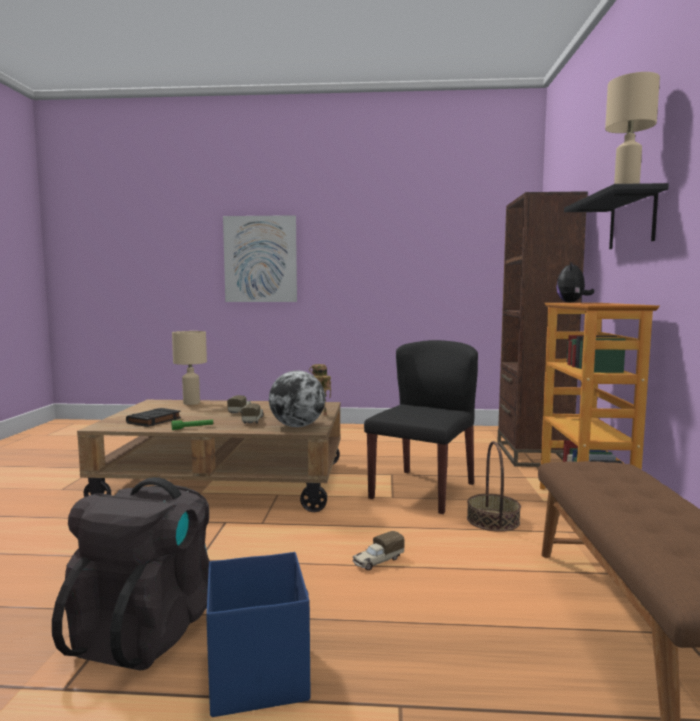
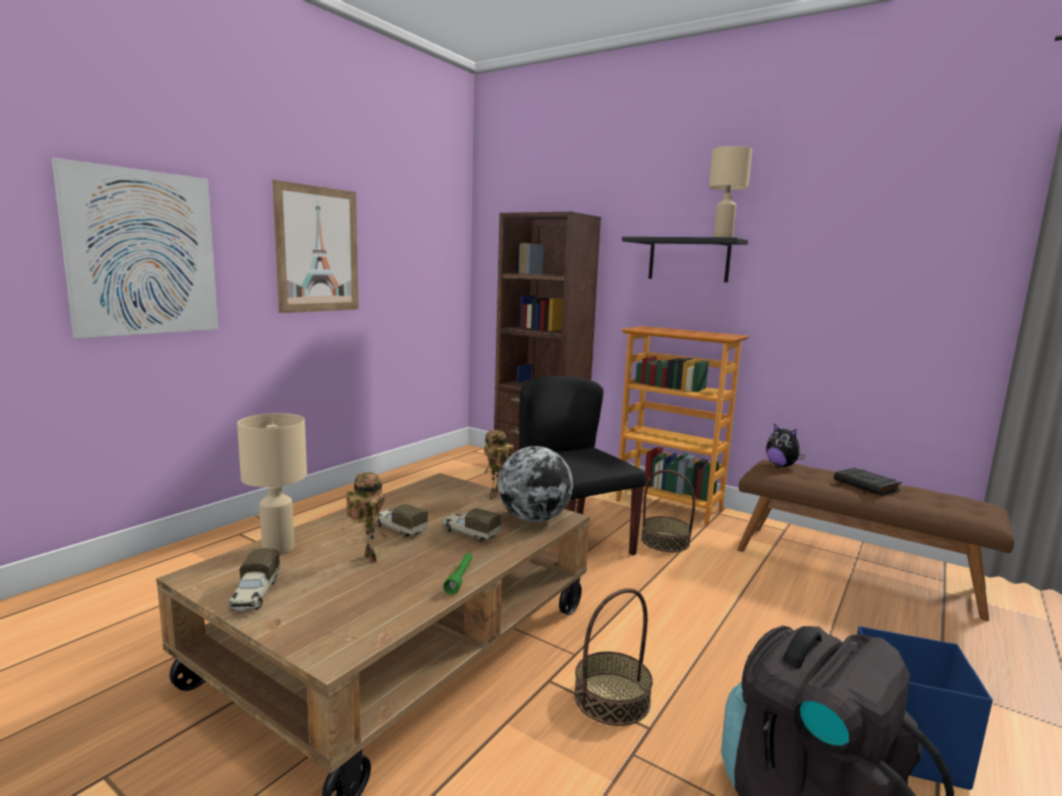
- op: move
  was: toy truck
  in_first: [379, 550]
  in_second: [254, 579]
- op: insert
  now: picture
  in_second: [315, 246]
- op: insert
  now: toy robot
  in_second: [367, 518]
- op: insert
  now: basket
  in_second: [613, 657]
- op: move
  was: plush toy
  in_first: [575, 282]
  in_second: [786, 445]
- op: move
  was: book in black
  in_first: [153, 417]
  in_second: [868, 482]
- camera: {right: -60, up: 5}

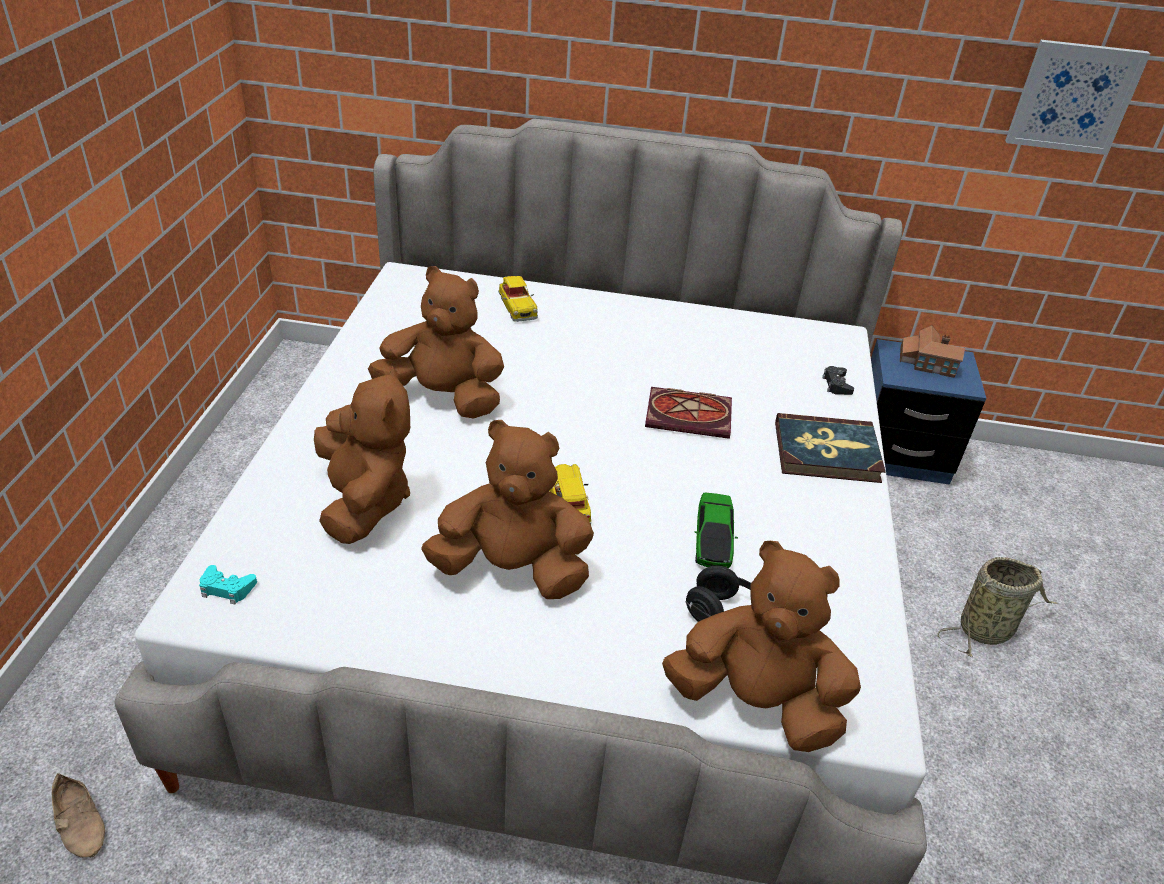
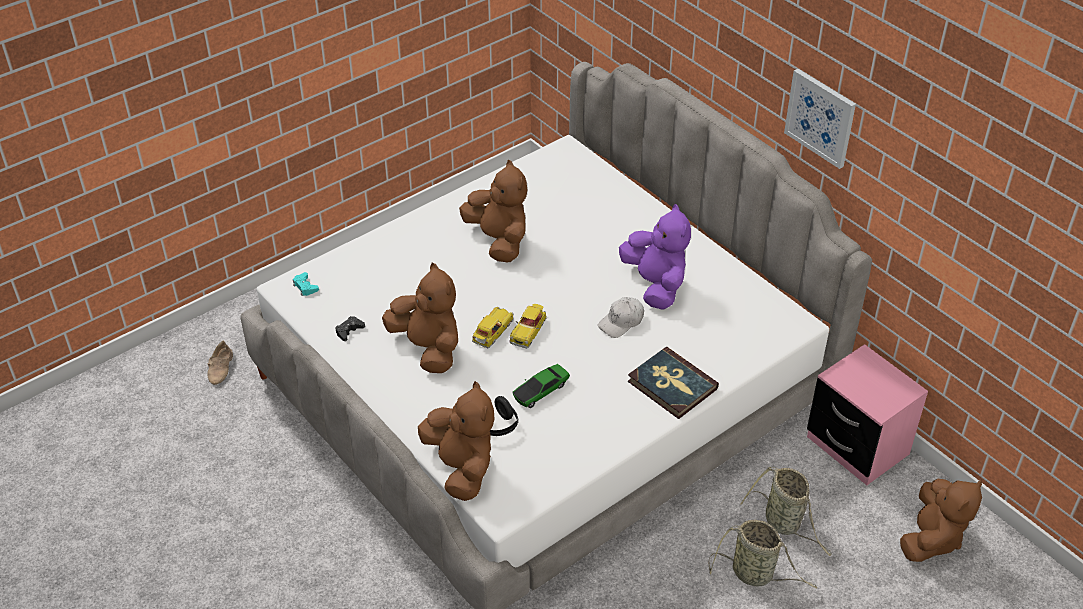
- op: move
  was: game controller in black
  in_first: [838, 380]
  in_second: [350, 328]
- op: move
  was: toy car
  in_first: [518, 299]
  in_second: [528, 326]
- op: replace
  was: book
  now: cap in white
  in_first: [688, 413]
  in_second: [621, 317]
- op: insert
  now: plush toy in purple
  in_second: [655, 256]
- op: insert
  now: basket
  in_second: [786, 511]
- op: move
  was: picture
  in_first: [1077, 97]
  in_second: [820, 119]
- op: recolor
  was: nightstand in blue
  now: nightstand in pink
  in_first: [928, 412]
  in_second: [867, 414]
- op: move
  was: plush toy in brown
  in_first: [362, 455]
  in_second: [941, 520]
- op: delete
  was: toy house
  in_first: [932, 351]
- camera: {right: 45, up: 5}

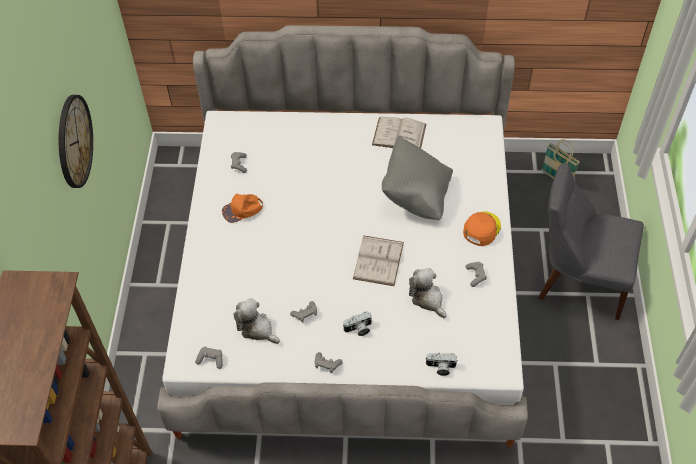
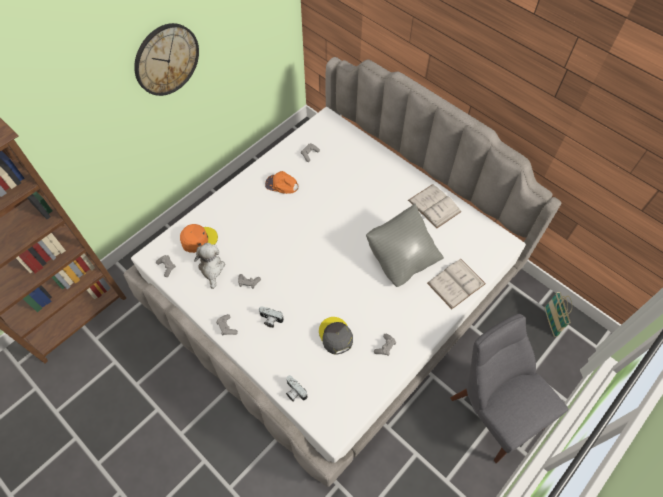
- op: move
  was: cap in orange
  in_first: [482, 229]
  in_second: [199, 238]
- op: replace
  was: plush toy
  now: cap in grey
  in_first: [428, 293]
  in_second: [336, 336]
- op: move
  was: book in white
  in_first: [378, 260]
  in_second: [456, 284]
- camera: {right: 40, up: 5}

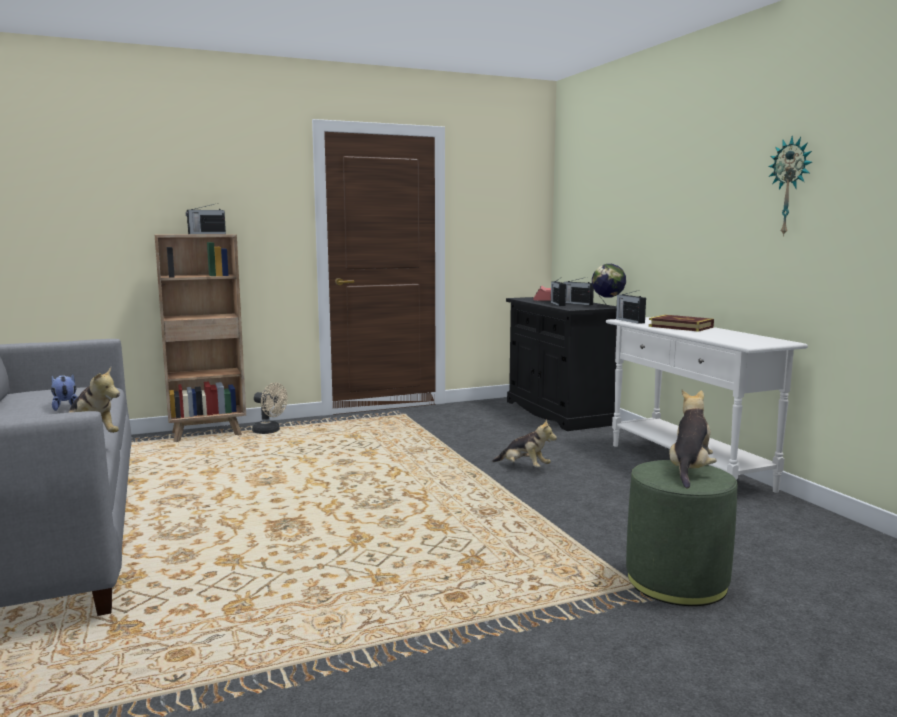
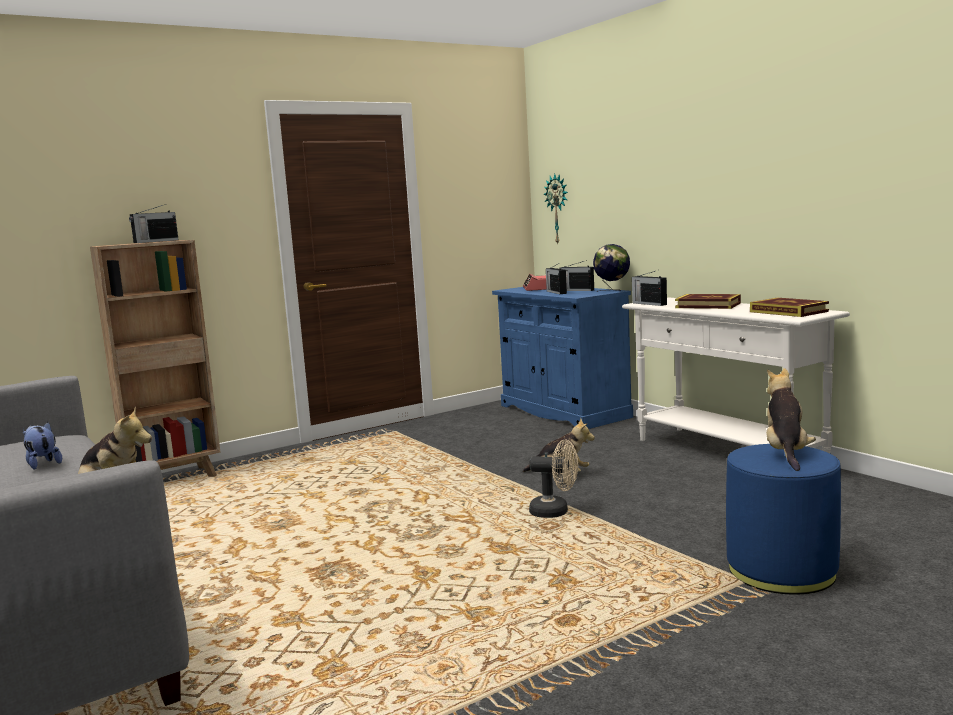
- op: recolor
  was: cabinet in black
  now: cabinet in blue
  in_first: [561, 364]
  in_second: [562, 358]
- op: move
  was: fan in beige
  in_first: [270, 408]
  in_second: [553, 479]
- op: move
  was: wall clock
  in_first: [790, 186]
  in_second: [556, 209]
- op: recolor
  was: ottoman in green
  now: ottoman in blue
  in_first: [681, 533]
  in_second: [783, 519]
- op: insert
  now: book
  in_second: [789, 307]
- camera: {right: -10, up: 0}

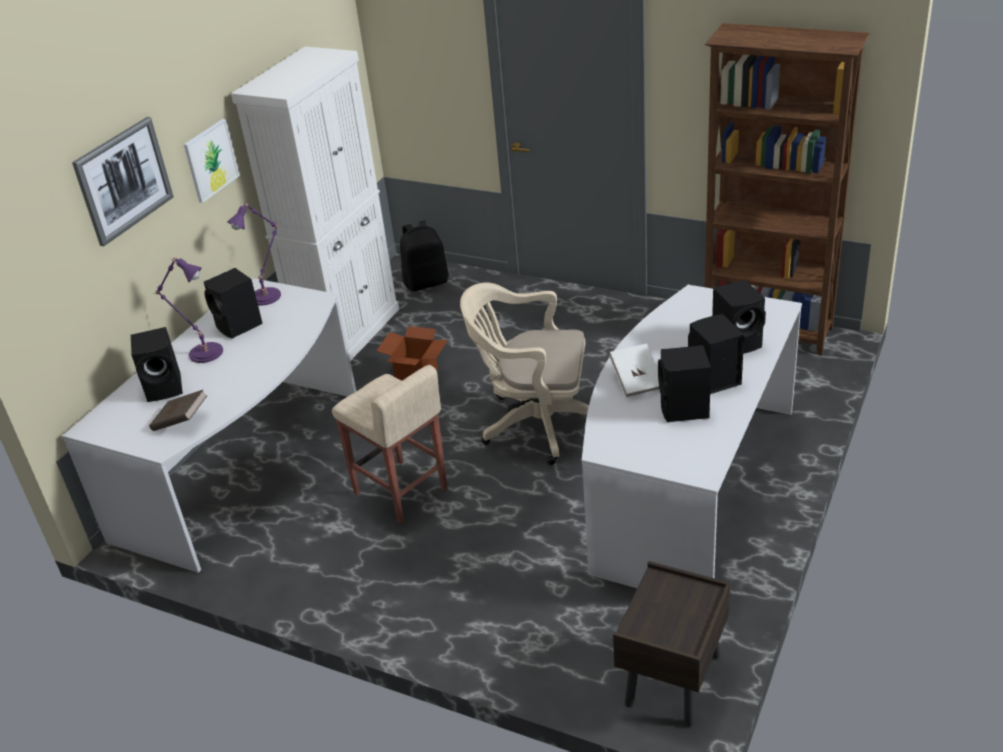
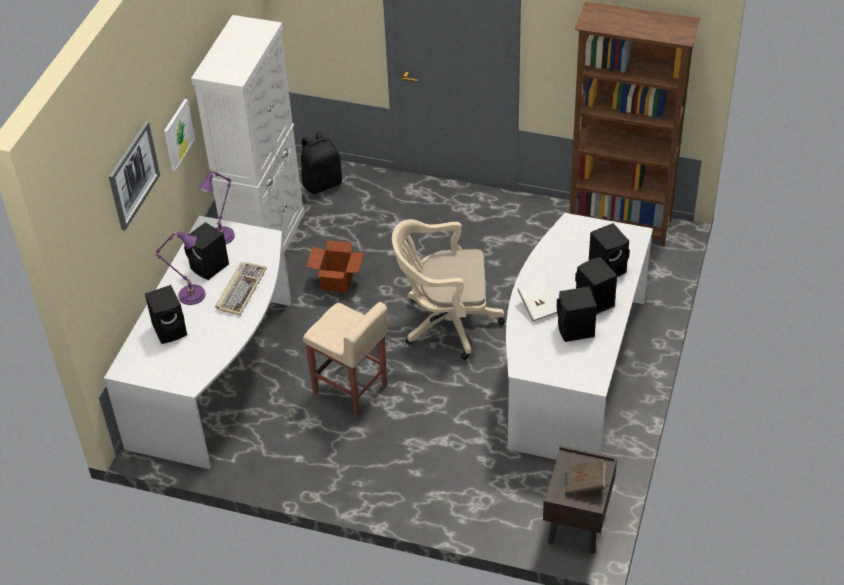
- op: insert
  now: keyboard
  in_second: [241, 288]
- op: move
  was: book in brown
  in_first: [178, 410]
  in_second: [585, 477]
- camera: {right: -10, up: 10}

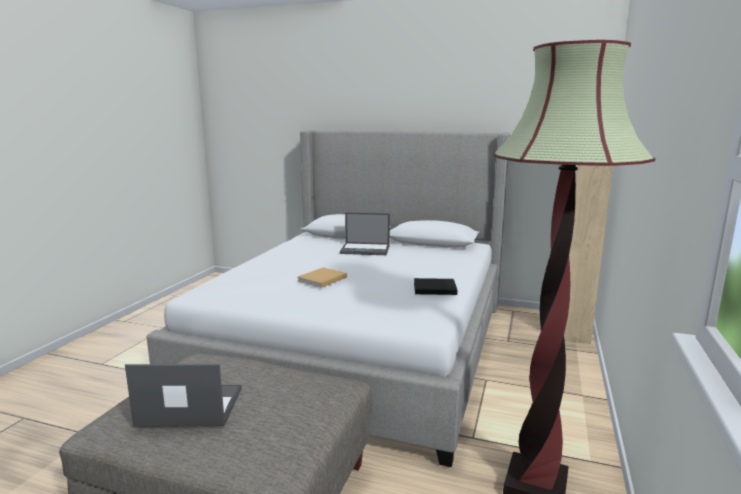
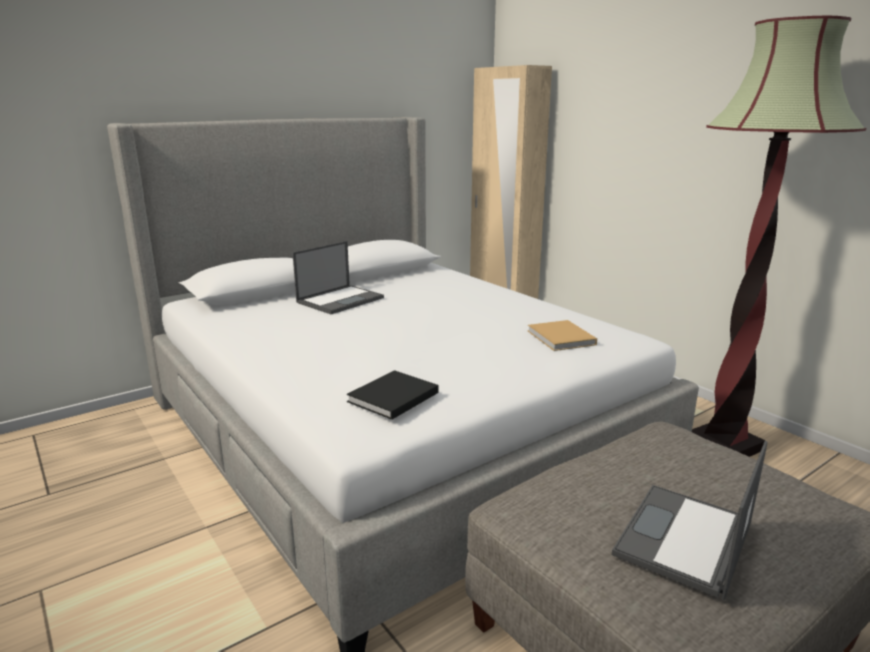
- op: move
  was: book in black
  in_first: [436, 286]
  in_second: [392, 395]
- op: move
  was: book in beige
  in_first: [322, 277]
  in_second: [562, 335]
- camera: {right: -55, up: 5}

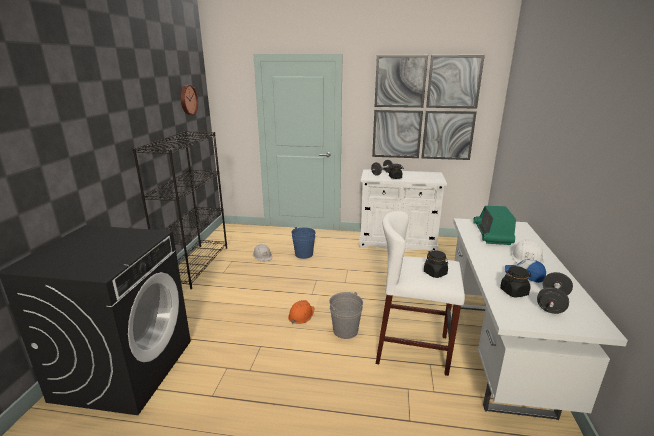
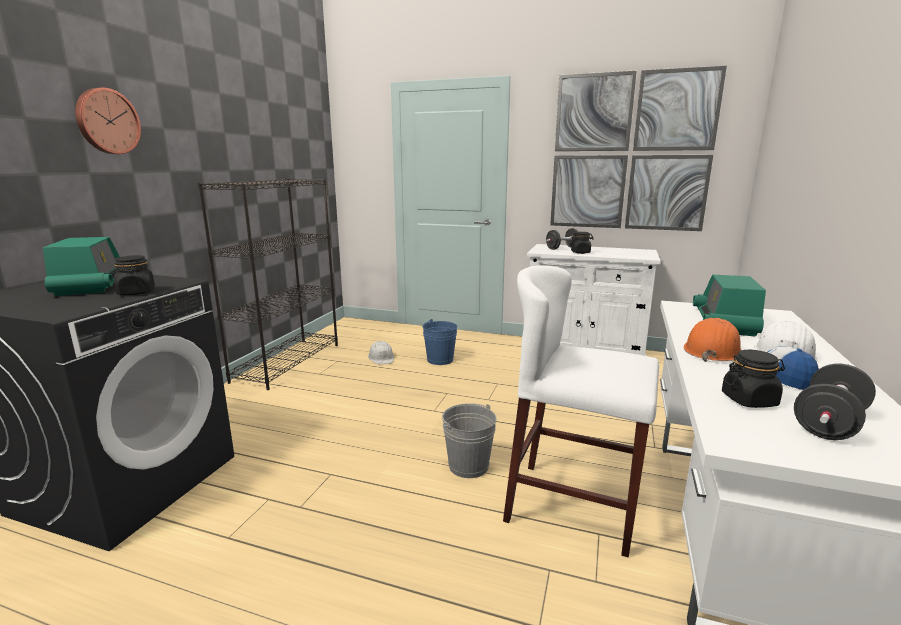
- op: insert
  now: radio
  in_second: [81, 266]
- op: move
  was: wall clock
  in_first: [189, 100]
  in_second: [108, 120]
- op: move
  was: jar in black
  in_first: [436, 264]
  in_second: [134, 275]
- op: move
  was: hard hat in orange
  in_first: [301, 312]
  in_second: [712, 340]
- camera: {right: 10, up: -5}

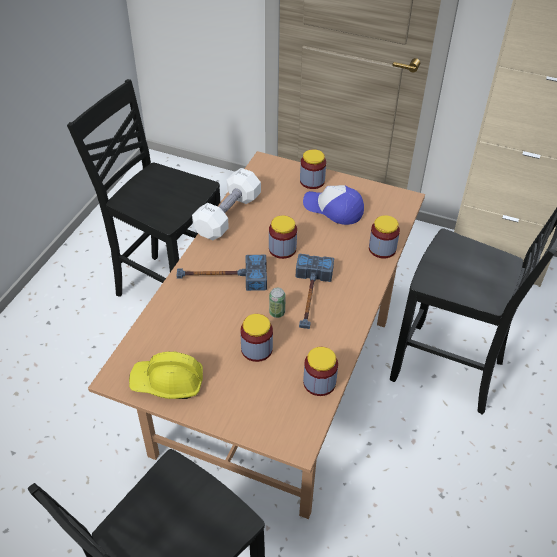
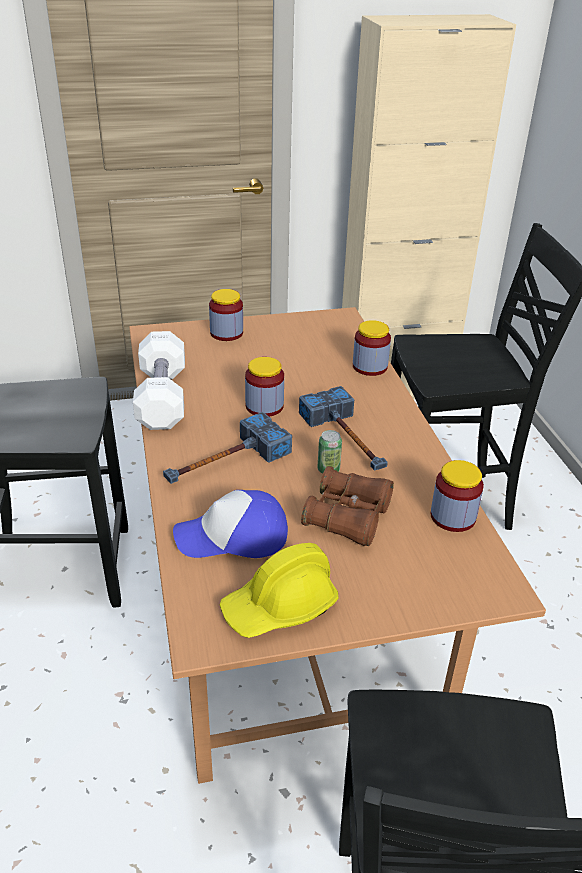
- op: move
  was: cap
  in_first: [333, 205]
  in_second: [230, 524]
- op: replace
  was: jar
  now: binoculars in brown
  in_first: [256, 338]
  in_second: [347, 506]
- camera: {right: -35, up: -10}

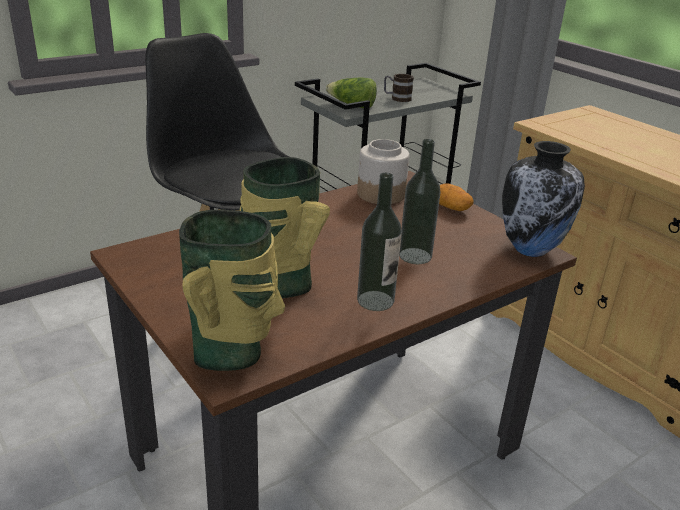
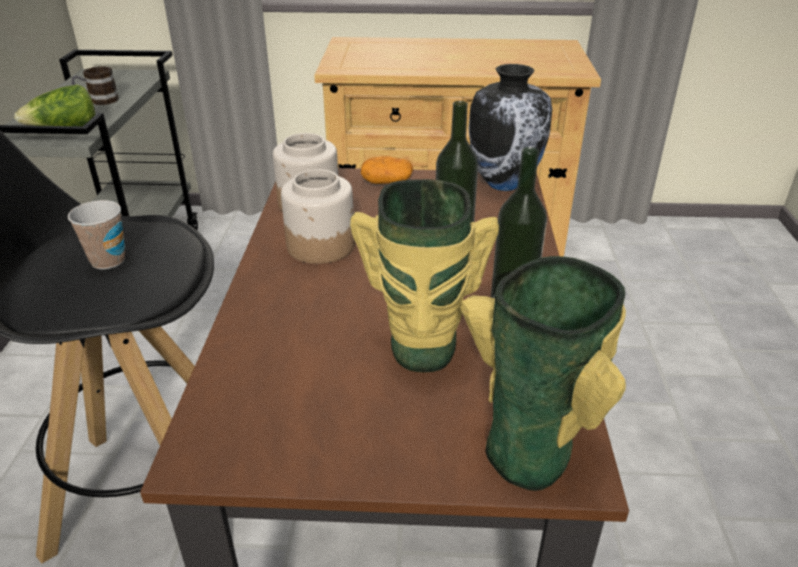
- op: insert
  now: cup
  in_second: [96, 234]
- op: insert
  now: jar
  in_second: [318, 216]
- camera: {right: -50, up: 5}

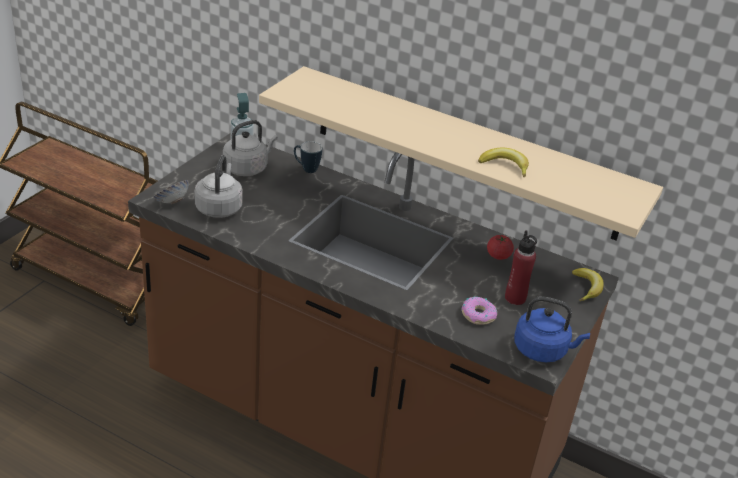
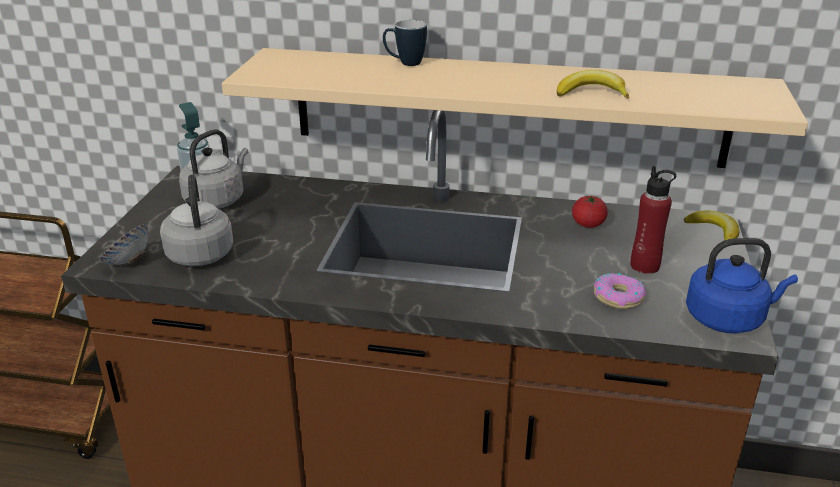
- op: move
  was: mug
  in_first: [308, 157]
  in_second: [405, 43]
- camera: {right: -15, up: -5}

